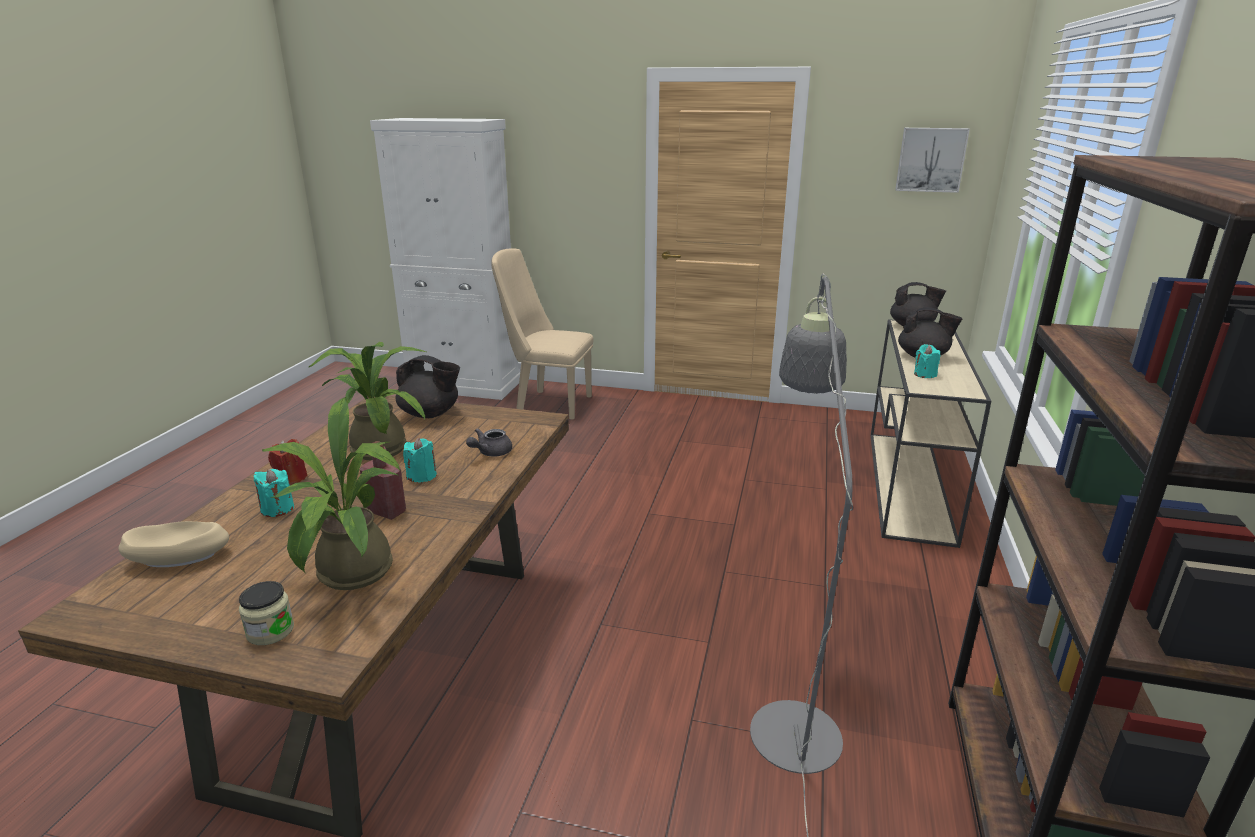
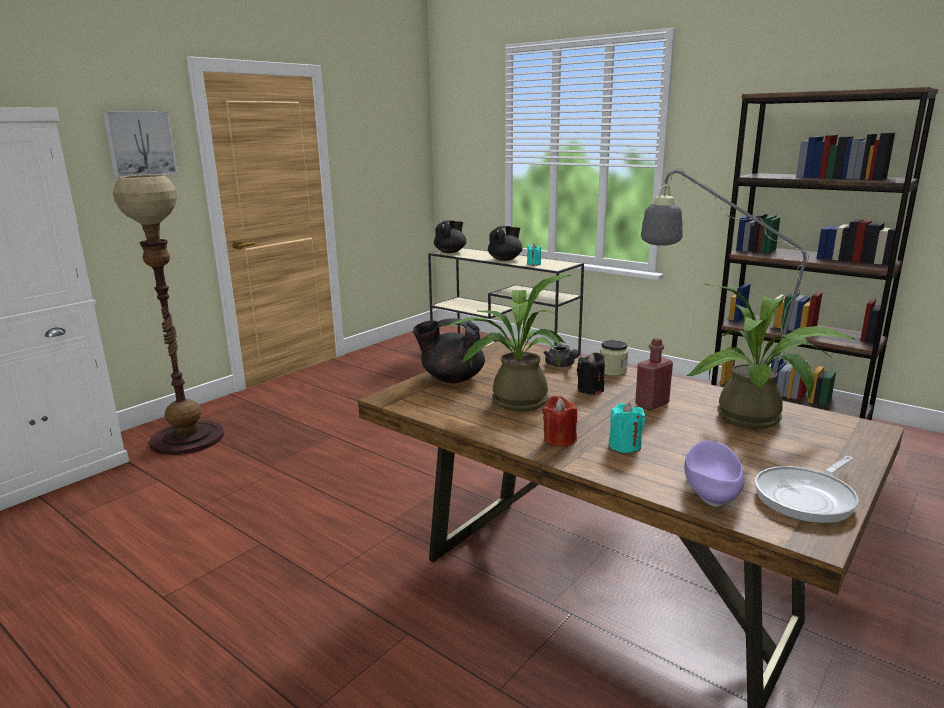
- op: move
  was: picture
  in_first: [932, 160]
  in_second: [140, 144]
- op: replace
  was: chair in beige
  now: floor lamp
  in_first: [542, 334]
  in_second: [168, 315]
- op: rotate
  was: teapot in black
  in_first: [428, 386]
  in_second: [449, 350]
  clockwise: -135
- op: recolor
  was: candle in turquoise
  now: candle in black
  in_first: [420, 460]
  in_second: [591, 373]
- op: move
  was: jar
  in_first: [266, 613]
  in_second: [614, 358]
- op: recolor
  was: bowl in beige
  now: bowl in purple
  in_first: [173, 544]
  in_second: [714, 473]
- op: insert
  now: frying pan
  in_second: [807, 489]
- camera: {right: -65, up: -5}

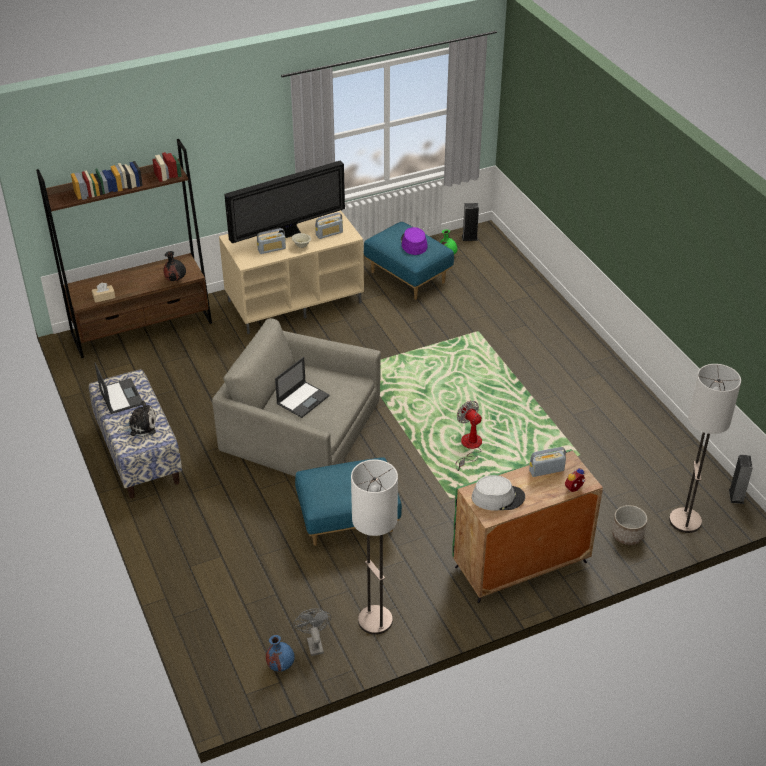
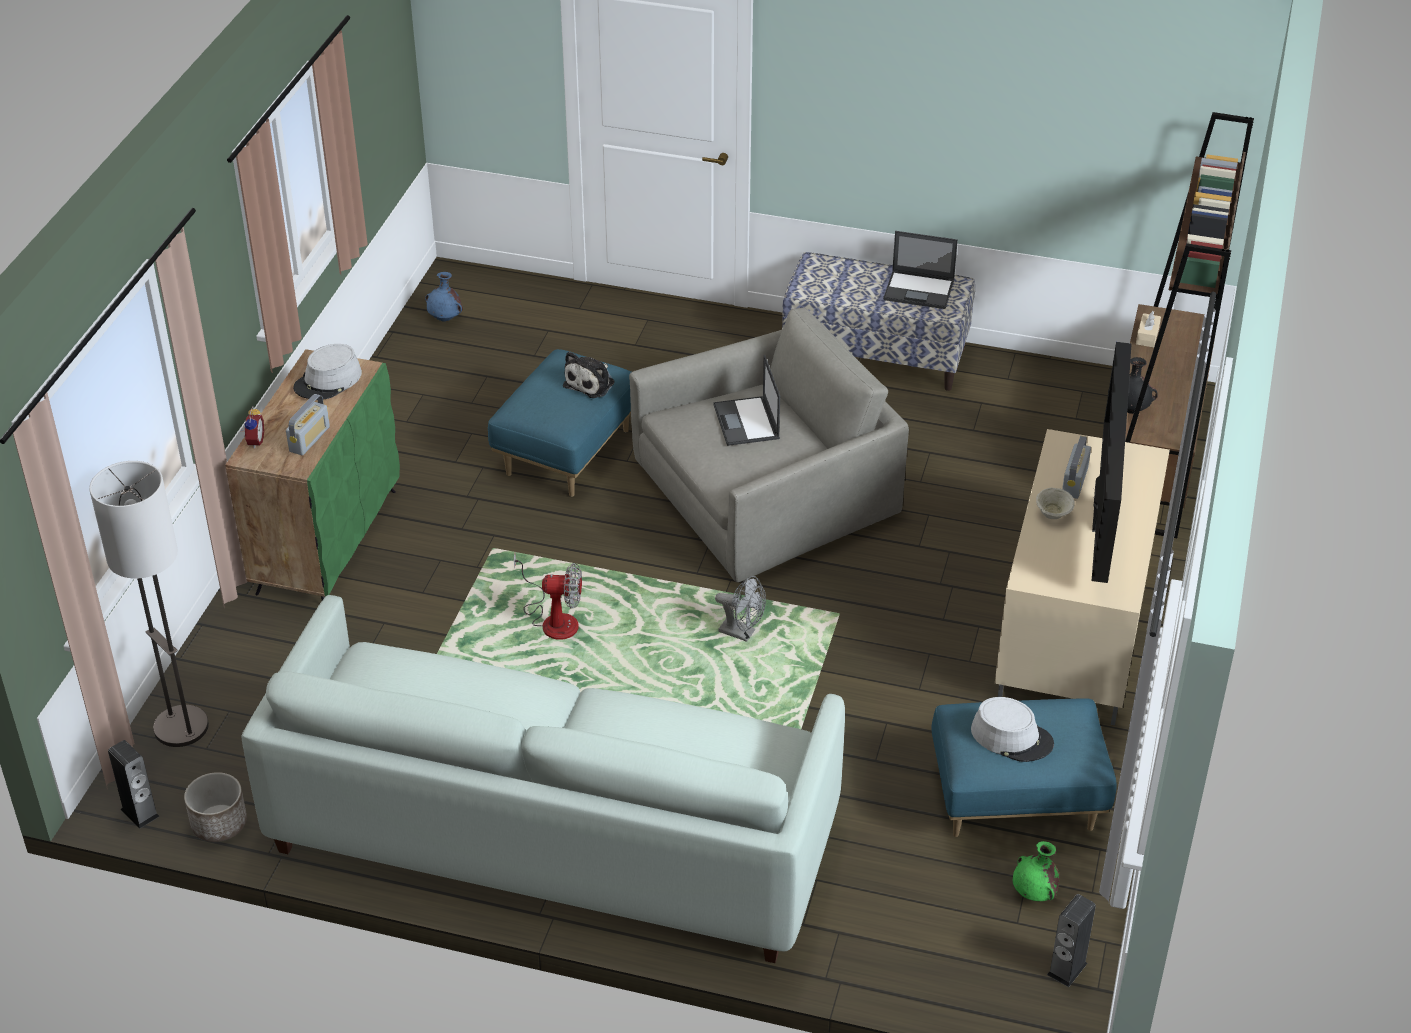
- op: move
  was: planter
  in_first: [629, 525]
  in_second: [215, 807]
- op: insert
  now: sofa in white
  in_second: [543, 779]
- op: move
  was: plush toy
  in_first: [137, 418]
  in_second: [588, 375]
- op: move
  was: fan in grey
  in_first: [312, 632]
  in_second: [740, 609]
- op: recolor
  was: hat in purple
  now: hat in grey
  in_first: [414, 241]
  in_second: [1012, 729]
- op: delete
  was: radio
  in_first: [329, 225]
- op: delete
  was: floor lamp
  in_first: [374, 547]
- camera: {right: 130, up: 0}

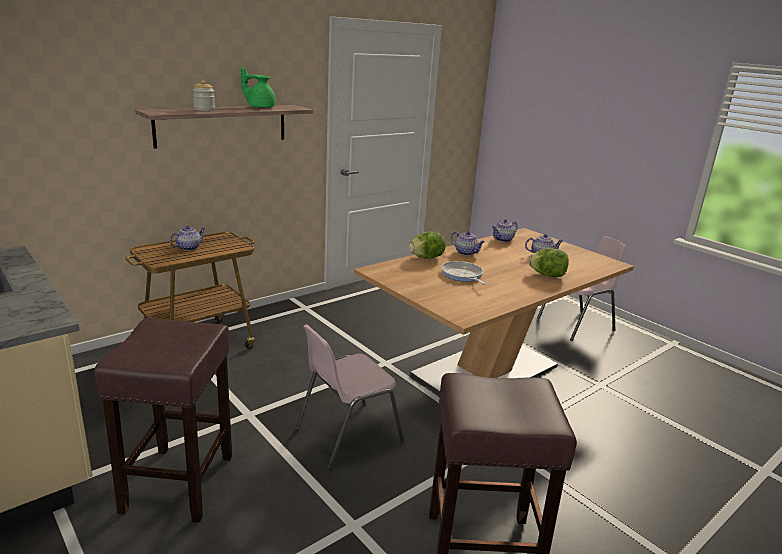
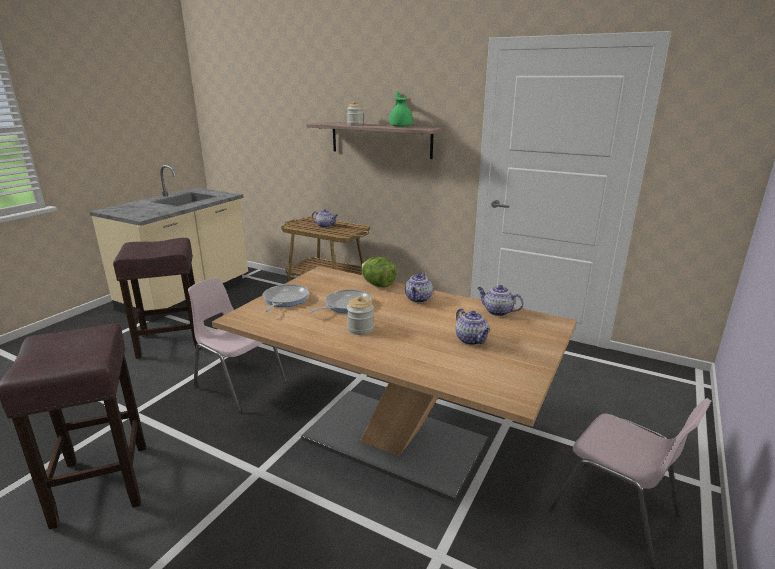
- op: insert
  now: frying pan
  in_second: [286, 298]
- op: insert
  now: jar
  in_second: [360, 315]
- op: delete
  was: lettuce
  in_first: [549, 262]
- camera: {right: 70, up: 0}

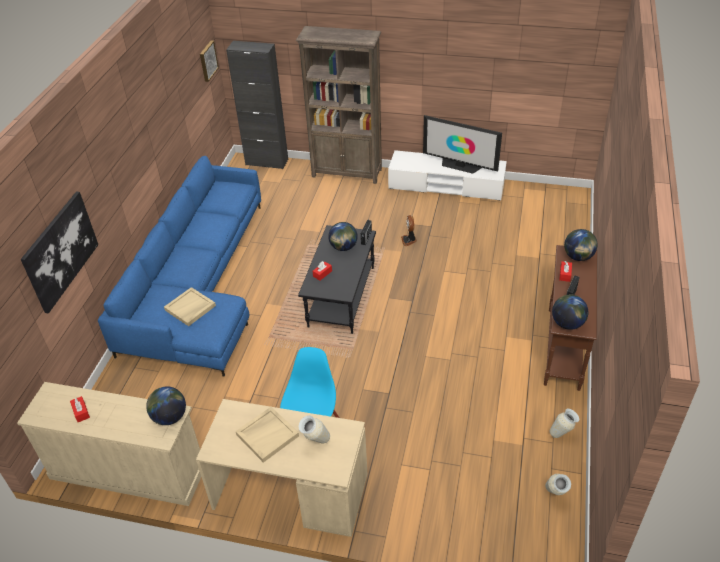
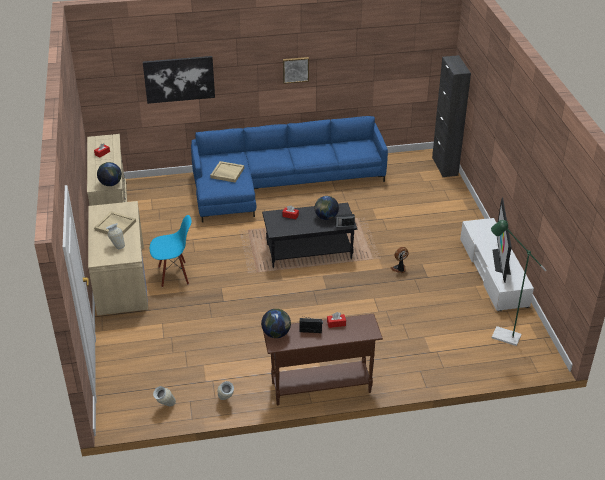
- op: move
  was: picture
  in_first: [209, 61]
  in_second: [296, 70]
- op: insert
  now: floor lamp in green
  in_second: [518, 283]
- op: delete
  was: bookcase in brown
  in_first: [339, 105]
- op: delete
  was: globe
  in_first: [581, 245]
- camera: {right: 65, up: -5}

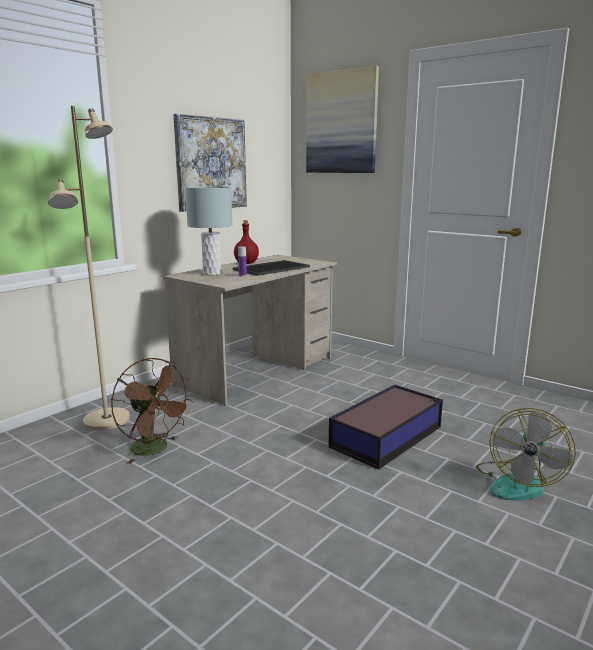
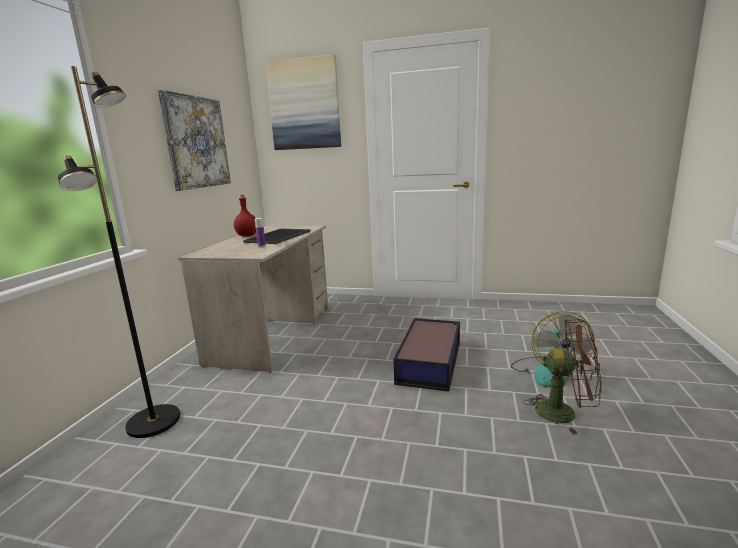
- op: recolor
  was: floor lamp in beige
  now: floor lamp in black
  in_first: [89, 268]
  in_second: [119, 252]
- op: move
  was: fan in brown
  in_first: [152, 411]
  in_second: [562, 377]
- op: delete
  was: table lamp in grey
  in_first: [208, 230]
- camera: {right: -25, up: 0}

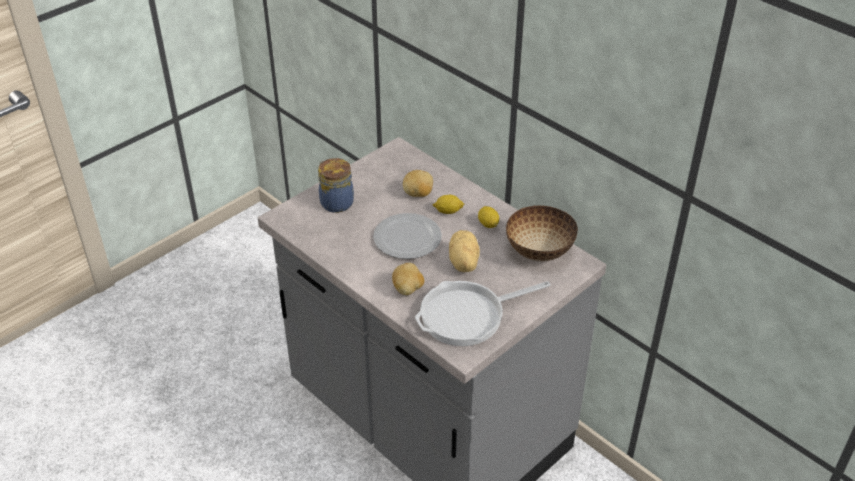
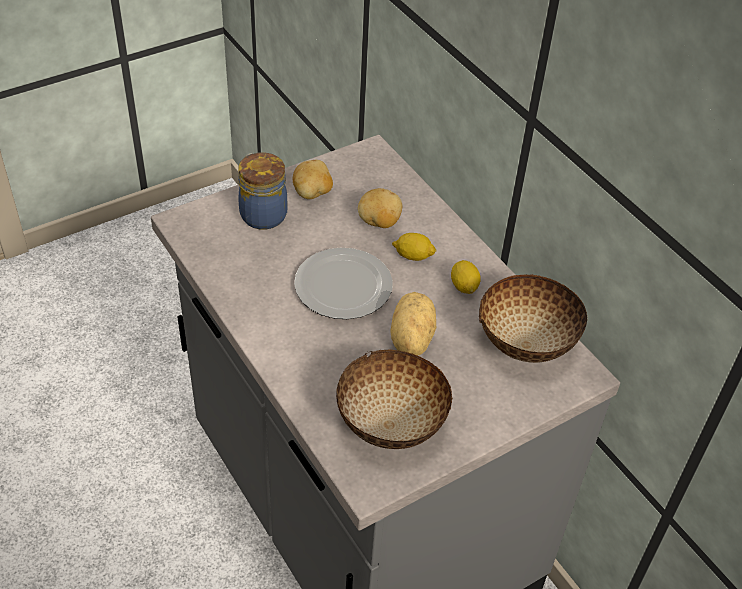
- op: move
  was: potato
  in_first: [408, 279]
  in_second: [313, 179]
- op: replace
  was: frying pan
  now: bowl
  in_first: [483, 313]
  in_second: [394, 399]
- camera: {right: 10, up: 5}

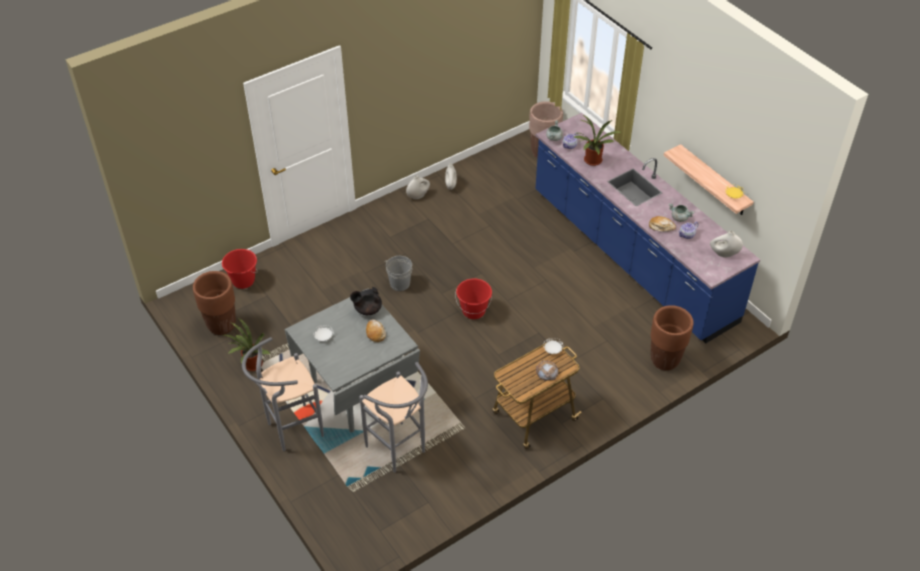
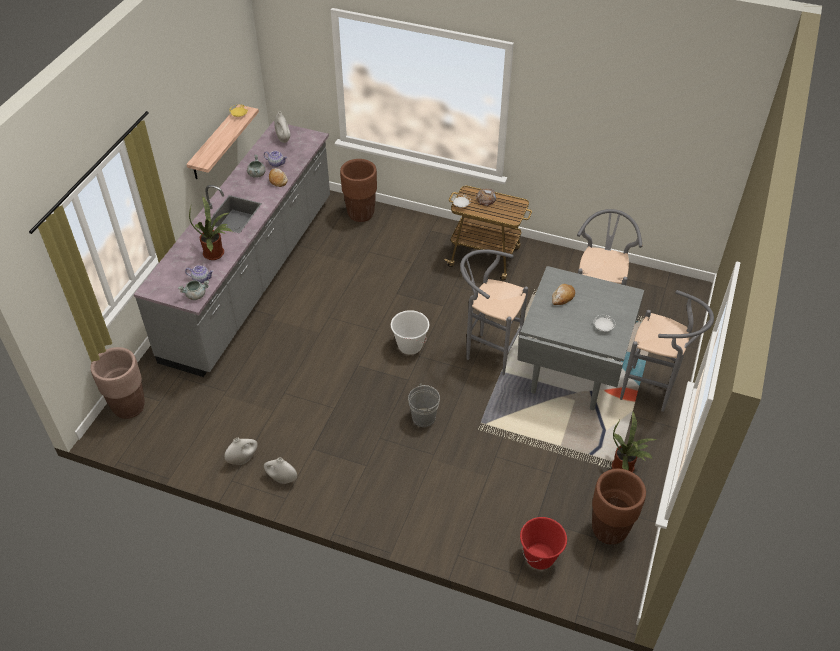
- op: recolor
  was: counter in blue
  now: counter in grey
  in_first: [647, 228]
  in_second: [232, 249]
- op: recolor
  was: bucket in red
  now: bucket in white
  in_first: [473, 298]
  in_second: [410, 332]
- op: insert
  now: stool in grey
  in_second: [494, 312]
- op: delete
  was: teapot in black
  in_first: [366, 301]
- camera: {right: -125, up: 0}

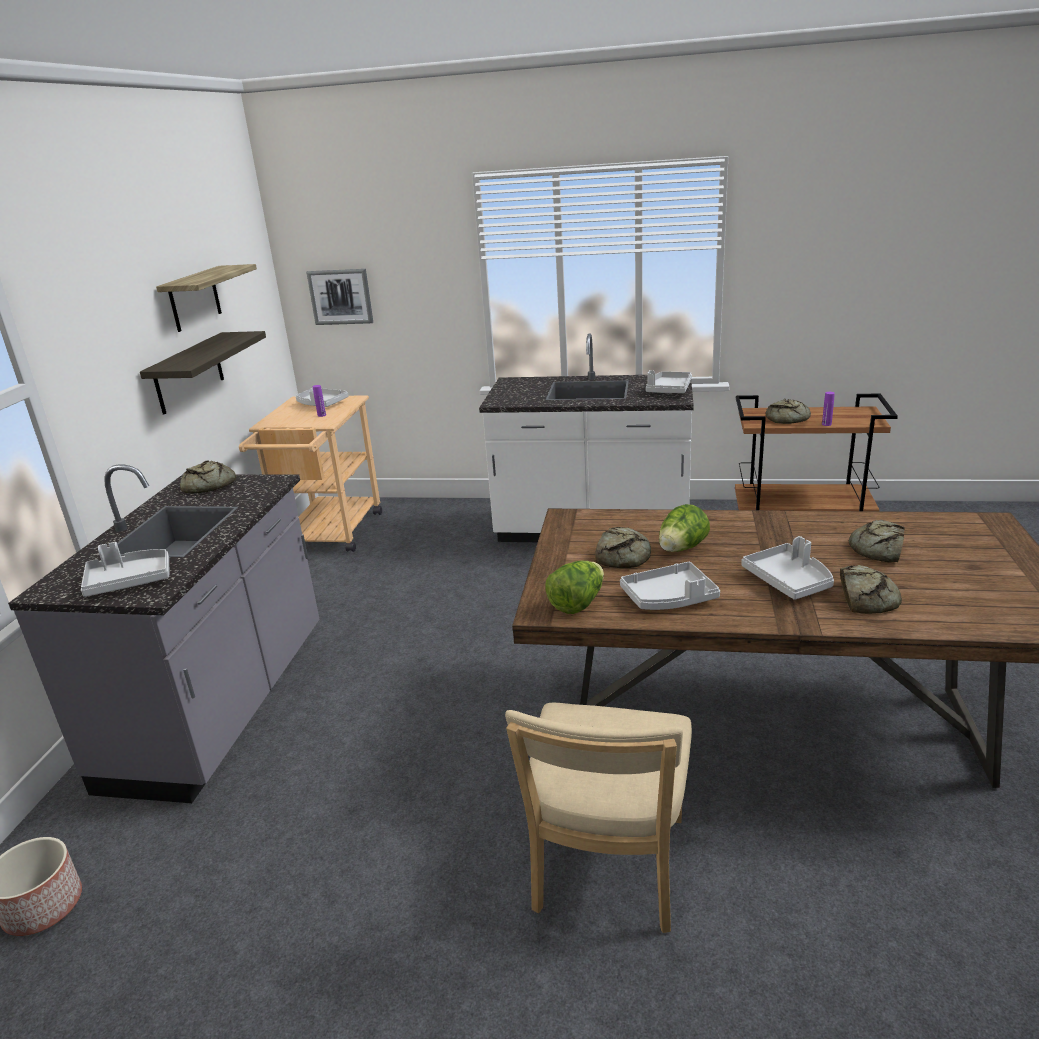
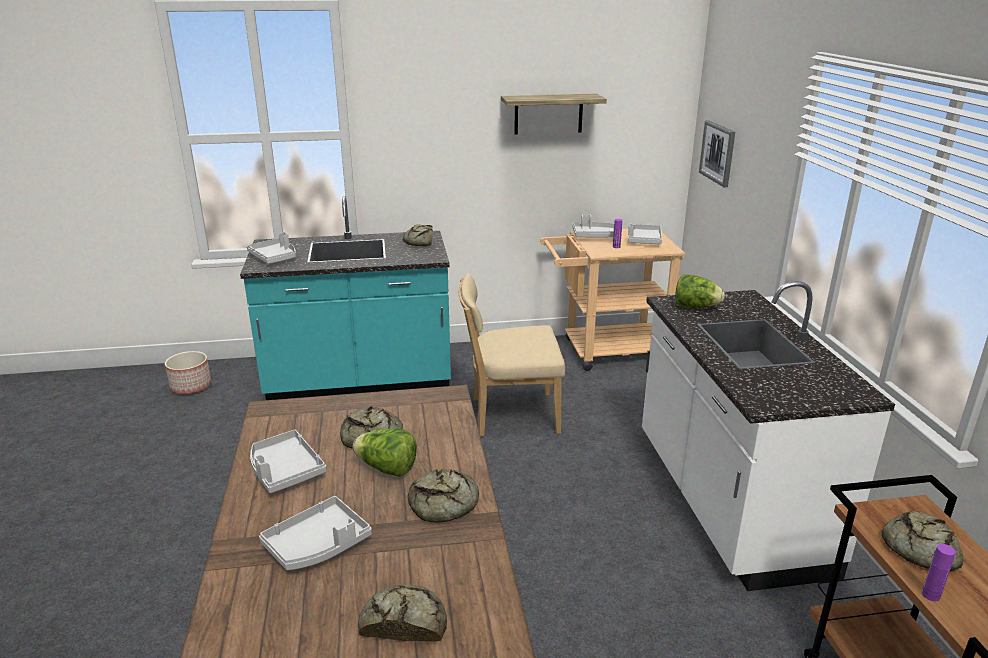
- op: recolor
  was: counter in grey
  now: counter in turquoise
  in_first: [164, 633]
  in_second: [345, 298]
- op: move
  was: bread
  in_first: [871, 589]
  in_second: [443, 495]
- op: move
  was: chair in beige
  in_first: [598, 818]
  in_second: [512, 355]
- op: move
  was: tray in grey
  in_first: [669, 381]
  in_second: [593, 225]
- op: move
  was: lettuce
  in_first: [574, 587]
  in_second: [700, 291]
- op: delete
  was: shelf
  in_first: [203, 373]
- camera: {right: 70, up: 0}

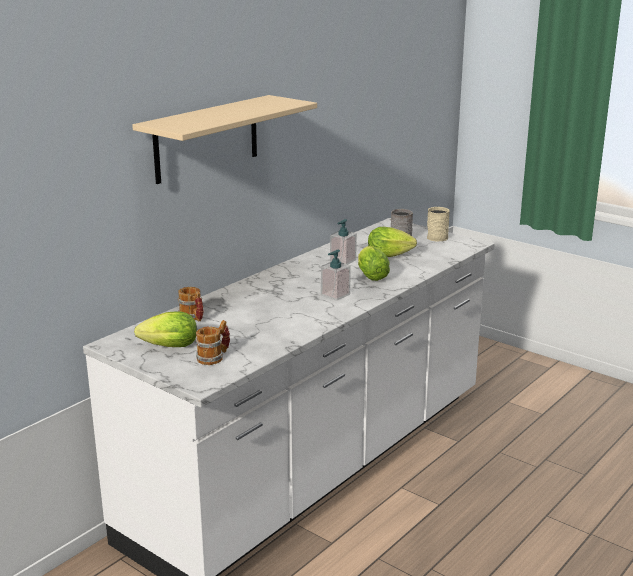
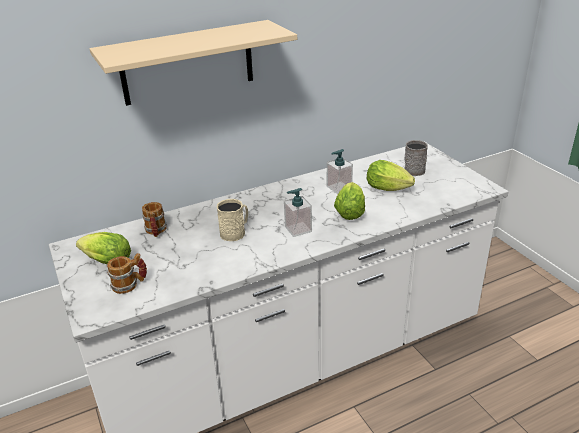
- op: move
  was: mug in beige
  in_first: [438, 224]
  in_second: [232, 220]
- camera: {right: 25, up: 10}

